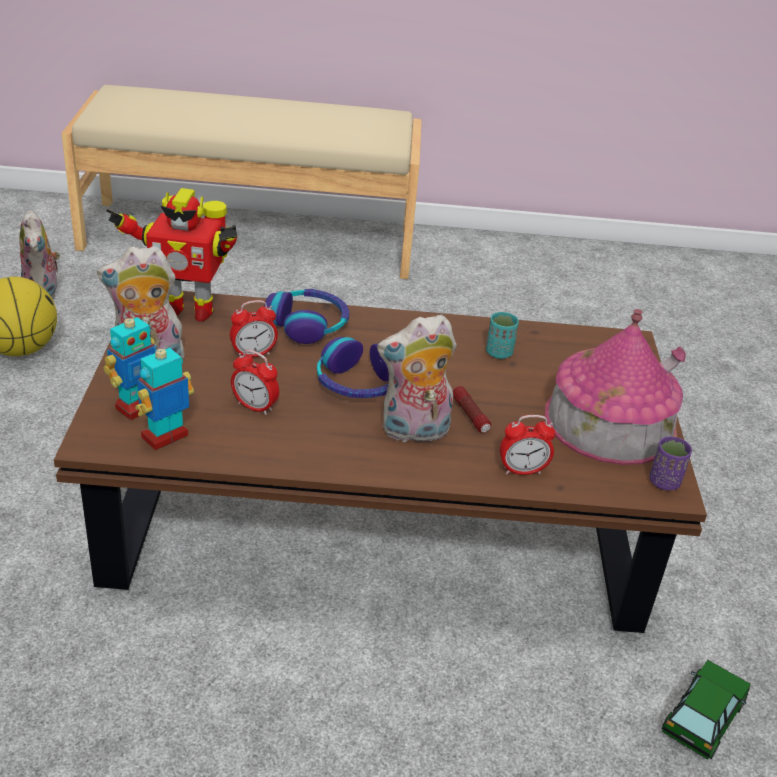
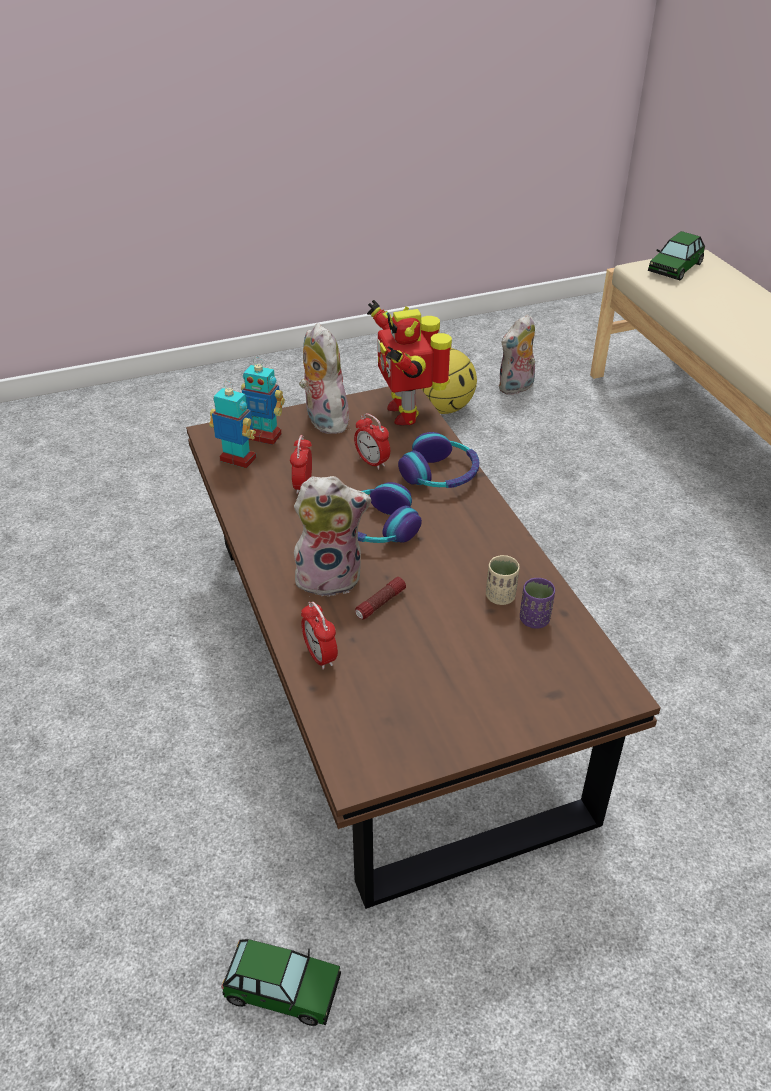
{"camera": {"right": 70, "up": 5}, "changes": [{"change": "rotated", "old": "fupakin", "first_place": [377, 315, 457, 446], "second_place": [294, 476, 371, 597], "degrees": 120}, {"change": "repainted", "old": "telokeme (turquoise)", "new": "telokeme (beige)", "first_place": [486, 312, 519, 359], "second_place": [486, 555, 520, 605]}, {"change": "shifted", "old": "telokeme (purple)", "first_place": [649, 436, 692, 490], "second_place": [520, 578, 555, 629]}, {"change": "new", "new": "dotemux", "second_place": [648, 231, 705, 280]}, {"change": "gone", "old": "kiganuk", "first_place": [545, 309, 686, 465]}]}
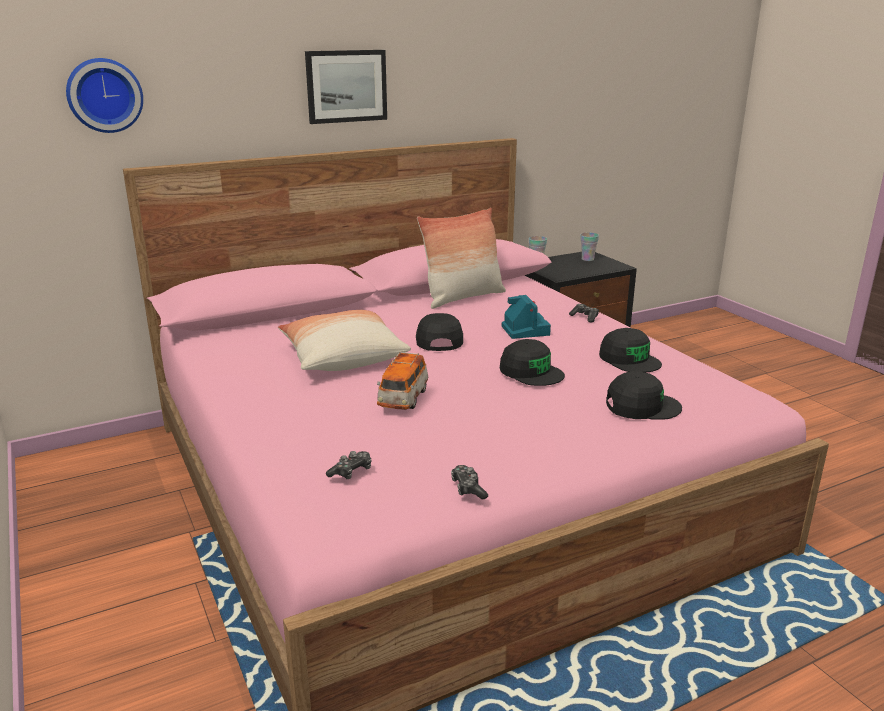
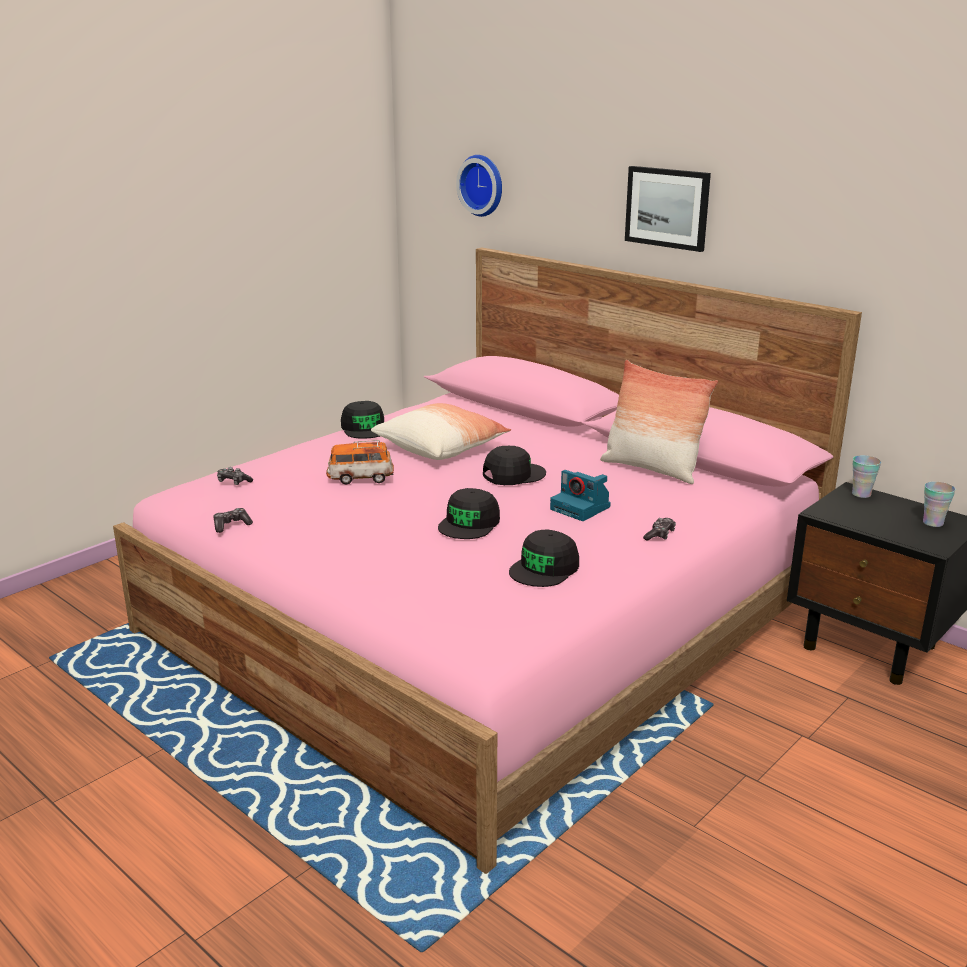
{"camera": {"right": 70, "up": 0}, "changes": [{"change": "shifted", "old": "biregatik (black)", "first_place": [606, 371, 682, 420], "second_place": [341, 401, 384, 439]}, {"change": "rotated", "old": "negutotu", "first_place": [502, 295, 551, 339], "second_place": [550, 470, 611, 521], "degrees": 75}]}
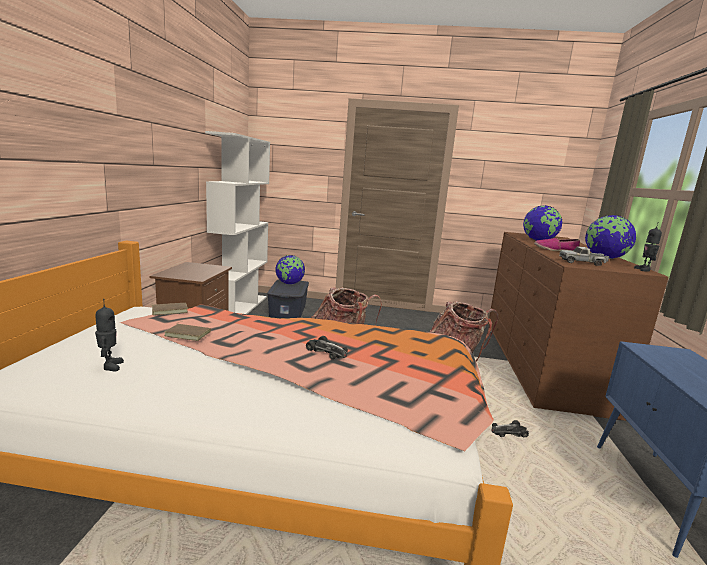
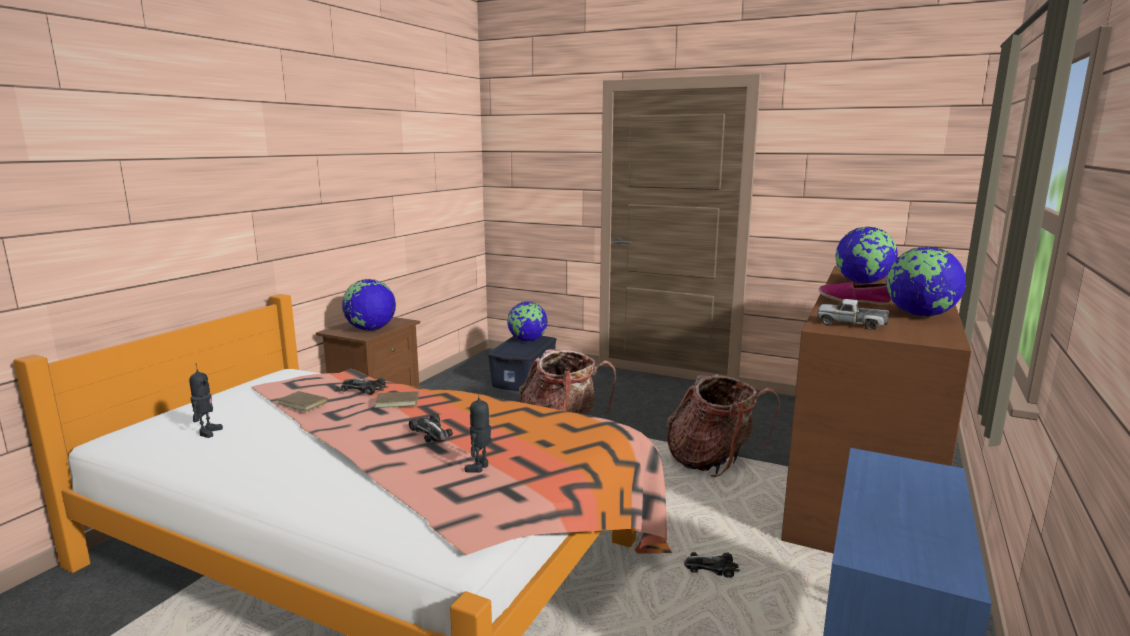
{"camera": {"right": 20, "up": 0}, "changes": [{"change": "new", "new": "dotemux", "second_place": [341, 378, 386, 395]}, {"change": "new", "new": "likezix", "second_place": [342, 279, 396, 331]}, {"change": "shifted", "old": "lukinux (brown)", "first_place": [151, 303, 188, 315], "second_place": [374, 390, 419, 408]}, {"change": "shifted", "old": "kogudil", "first_place": [634, 222, 662, 271], "second_place": [464, 390, 492, 473]}, {"change": "gone", "old": "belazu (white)", "first_place": [205, 131, 270, 314]}]}
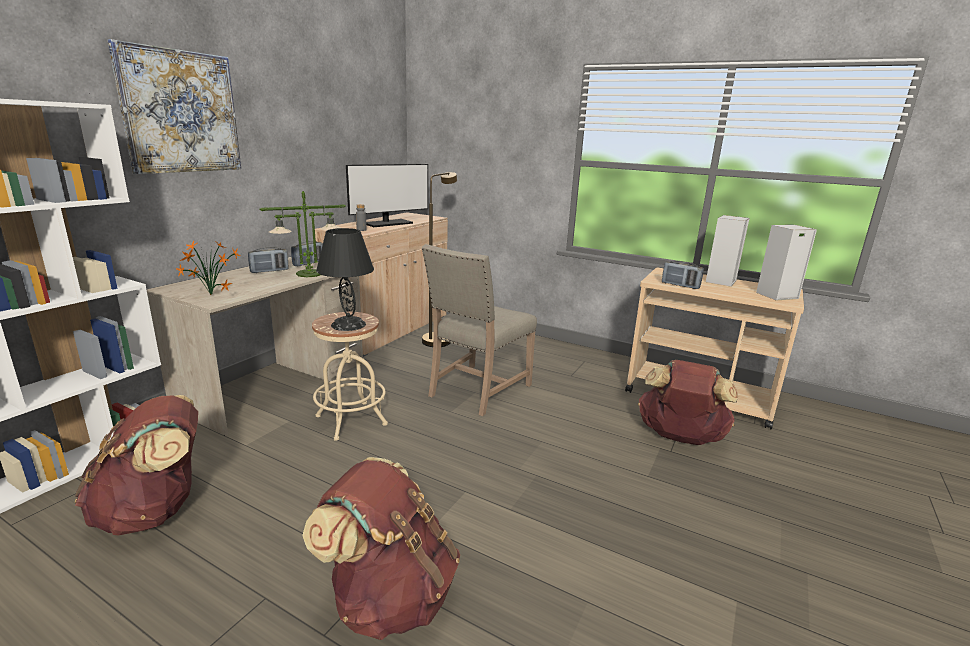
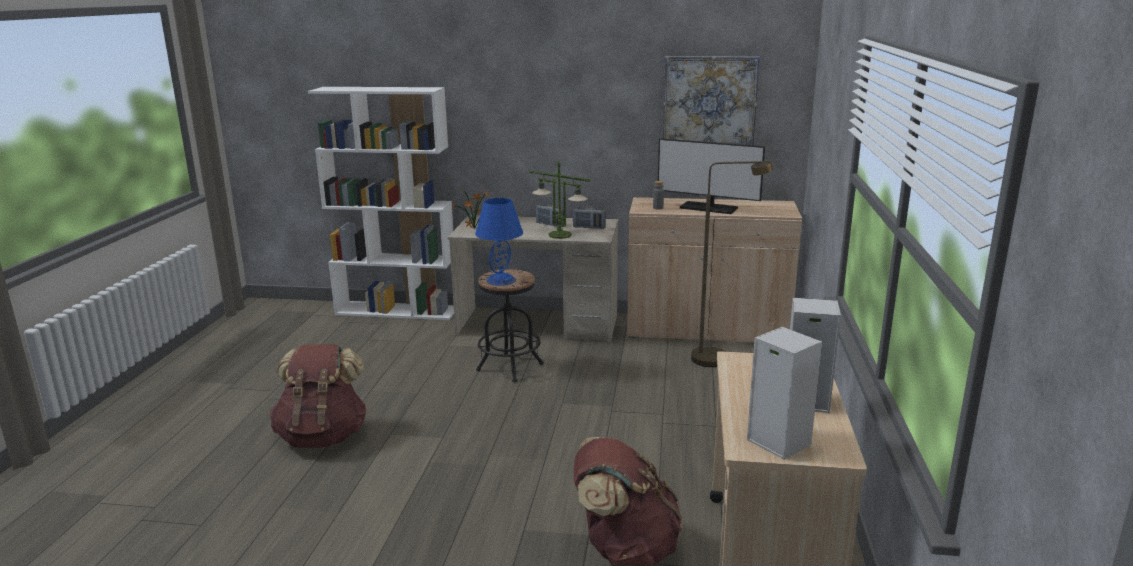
{"camera": {"right": 70, "up": 0}, "changes": [{"change": "repainted", "old": "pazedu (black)", "new": "pazedu (blue)", "first_place": [316, 228, 374, 331], "second_place": [475, 198, 523, 286]}, {"change": "repainted", "old": "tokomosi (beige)", "new": "tokomosi (black)", "first_place": [312, 312, 388, 441], "second_place": [476, 269, 544, 382]}, {"change": "shifted", "old": "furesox", "first_place": [108, 39, 241, 174], "second_place": [663, 56, 760, 145]}, {"change": "gone", "old": "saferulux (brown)", "first_place": [75, 395, 198, 535]}, {"change": "gone", "old": "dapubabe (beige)", "first_place": [422, 244, 537, 416]}, {"change": "gone", "old": "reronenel", "first_place": [662, 261, 704, 289]}]}
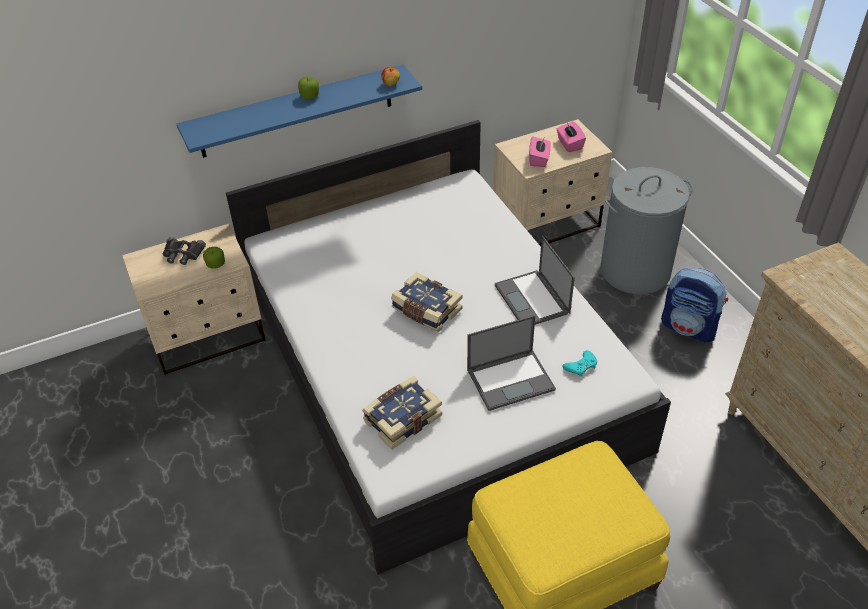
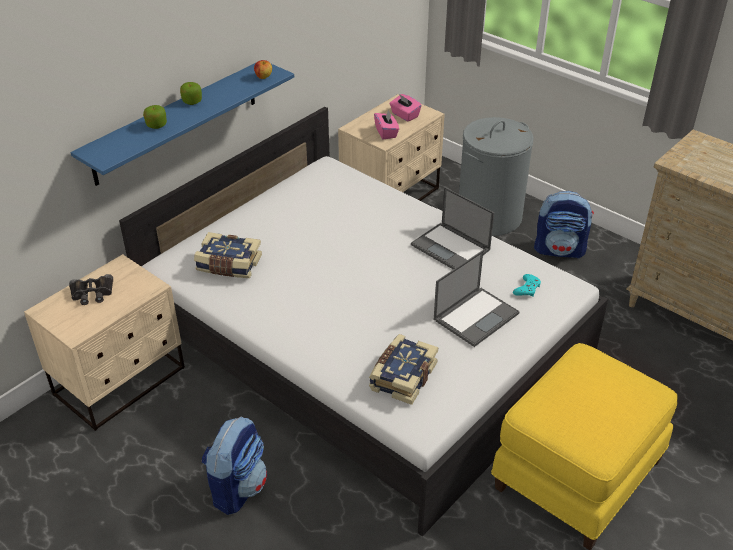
{"camera": {"right": -25, "up": -5}, "changes": [{"change": "shifted", "old": "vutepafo", "first_place": [203, 247, 225, 269], "second_place": [143, 105, 167, 129]}, {"change": "shifted", "old": "lukinux", "first_place": [391, 272, 462, 332], "second_place": [194, 232, 262, 278]}, {"change": "new", "new": "saferulux", "second_place": [202, 416, 267, 515]}]}
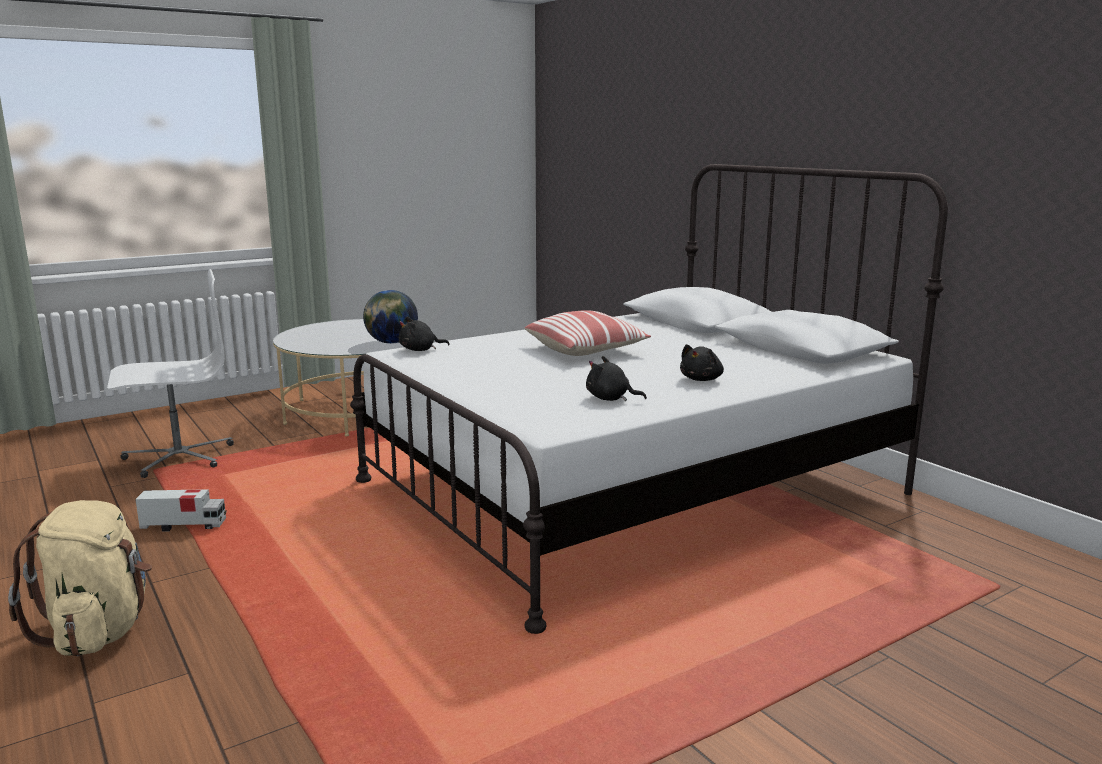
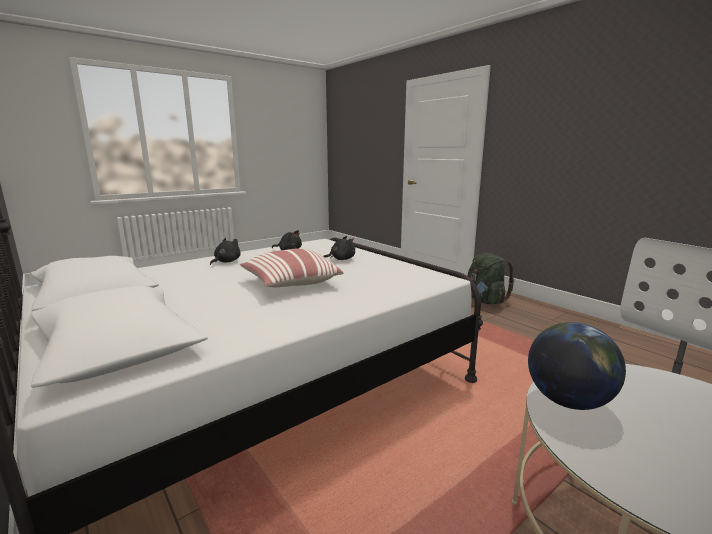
{"camera": {"right": 175, "up": 0}, "changes": [{"change": "shifted", "old": "fupakin (black)", "first_place": [399, 317, 450, 351], "second_place": [323, 236, 355, 260]}, {"change": "repainted", "old": "saferulux (beige)", "new": "saferulux (green)", "first_place": [8, 500, 152, 656], "second_place": [467, 253, 515, 304]}, {"change": "gone", "old": "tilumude", "first_place": [135, 489, 226, 532]}]}
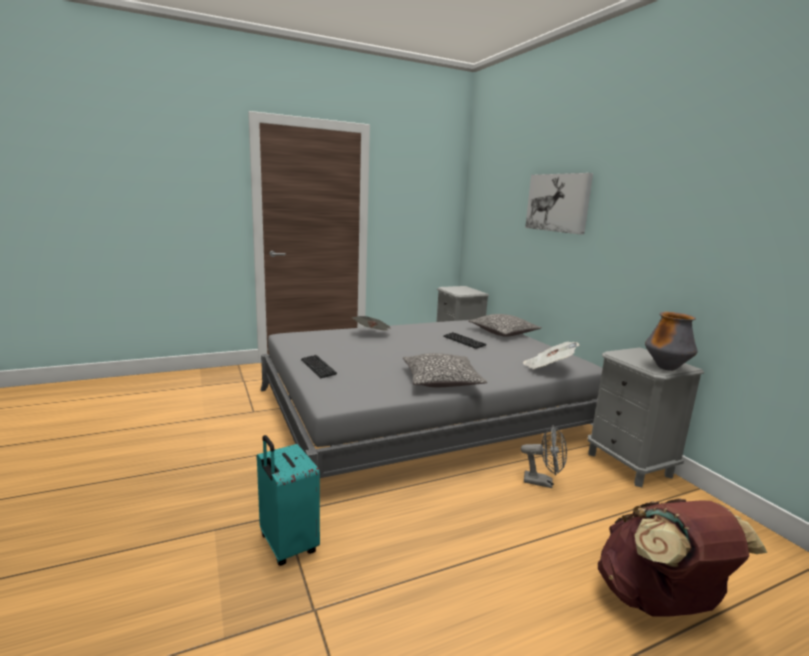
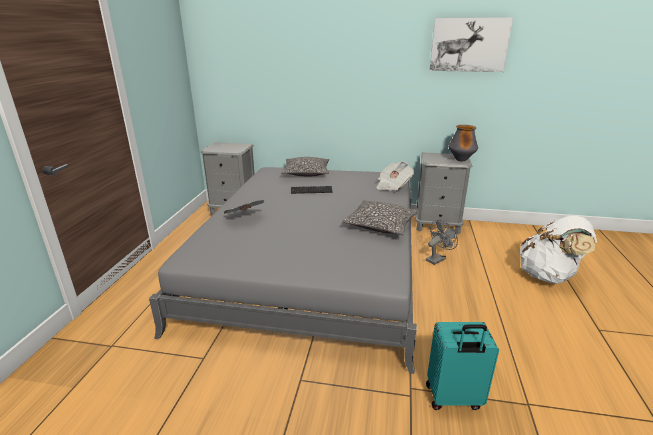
{"camera": {"right": -55, "up": 10}, "changes": [{"change": "shifted", "old": "furesox", "first_place": [525, 173, 593, 235], "second_place": [430, 18, 513, 72]}, {"change": "repainted", "old": "saferulux (brown)", "new": "saferulux (white)", "first_place": [598, 498, 767, 617], "second_place": [520, 216, 597, 284]}, {"change": "gone", "old": "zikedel", "first_place": [301, 355, 337, 378]}]}
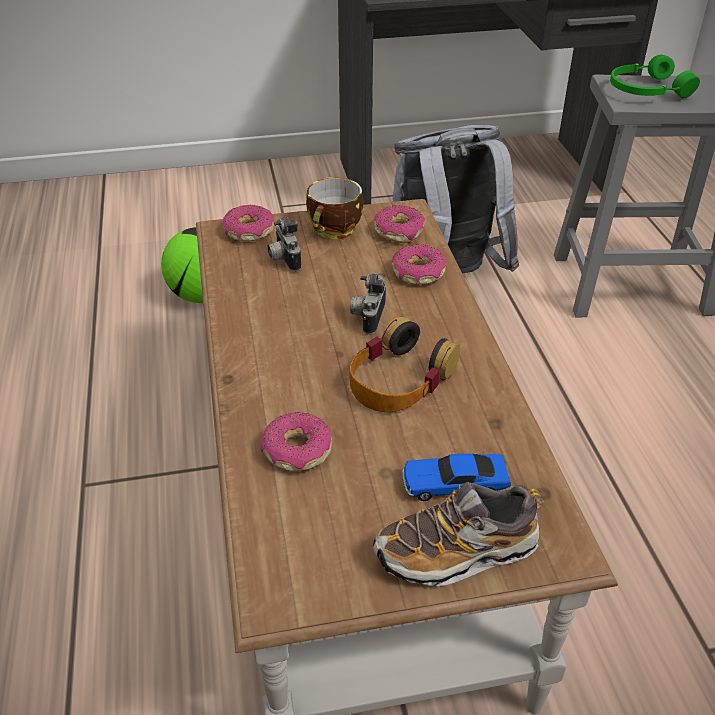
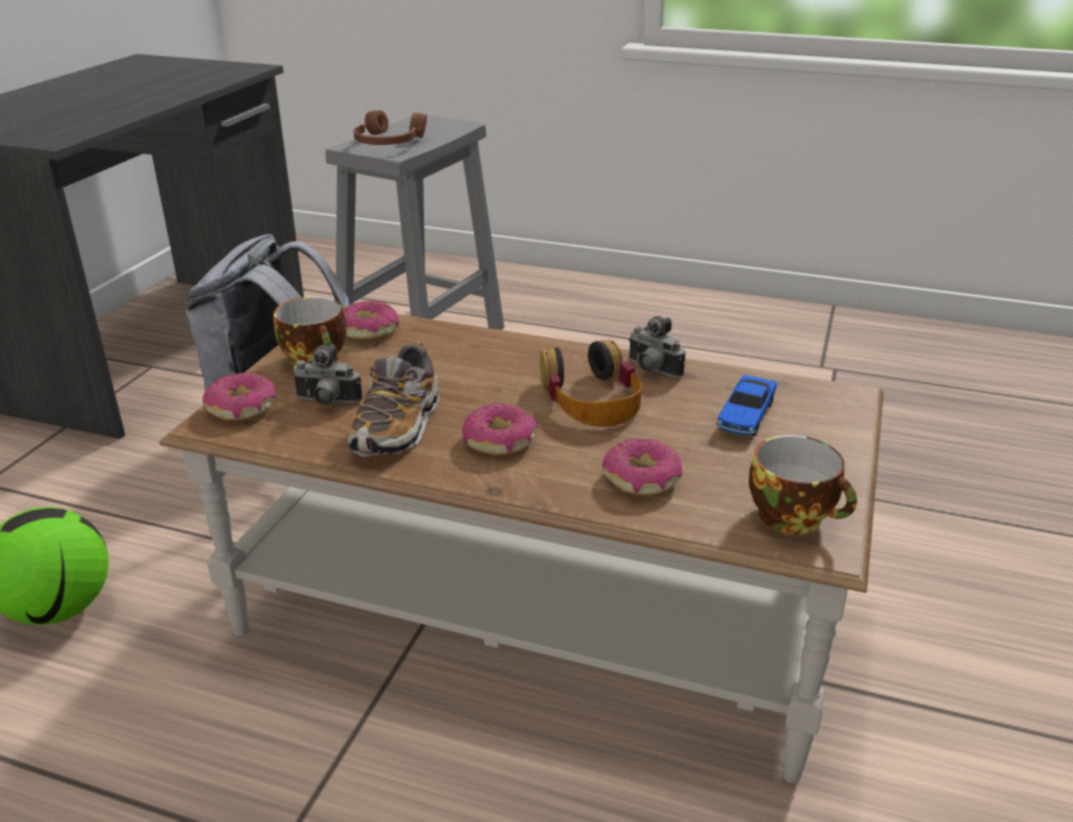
{"camera": {"right": -60, "up": -10}, "changes": [{"change": "shifted", "old": "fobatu", "first_place": [373, 482, 544, 586], "second_place": [348, 341, 439, 457]}, {"change": "repainted", "old": "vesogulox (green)", "new": "vesogulox (brown)", "first_place": [610, 55, 700, 98], "second_place": [354, 110, 427, 145]}, {"change": "shifted", "old": "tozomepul", "first_place": [392, 244, 446, 285], "second_place": [462, 403, 538, 455]}, {"change": "shifted", "old": "negutotu", "first_place": [350, 274, 386, 335], "second_place": [628, 316, 685, 378]}, {"change": "new", "new": "telokeme", "second_place": [749, 435, 857, 534]}]}
